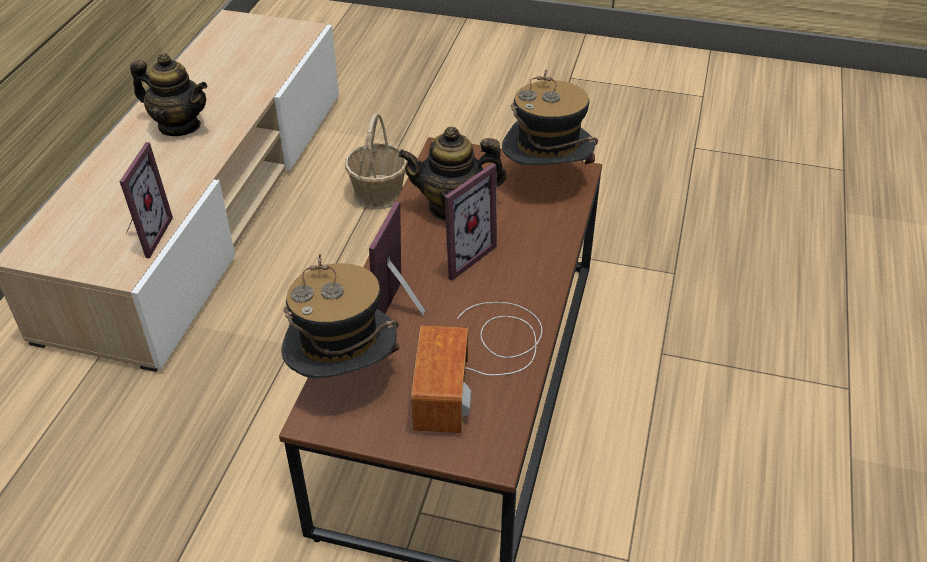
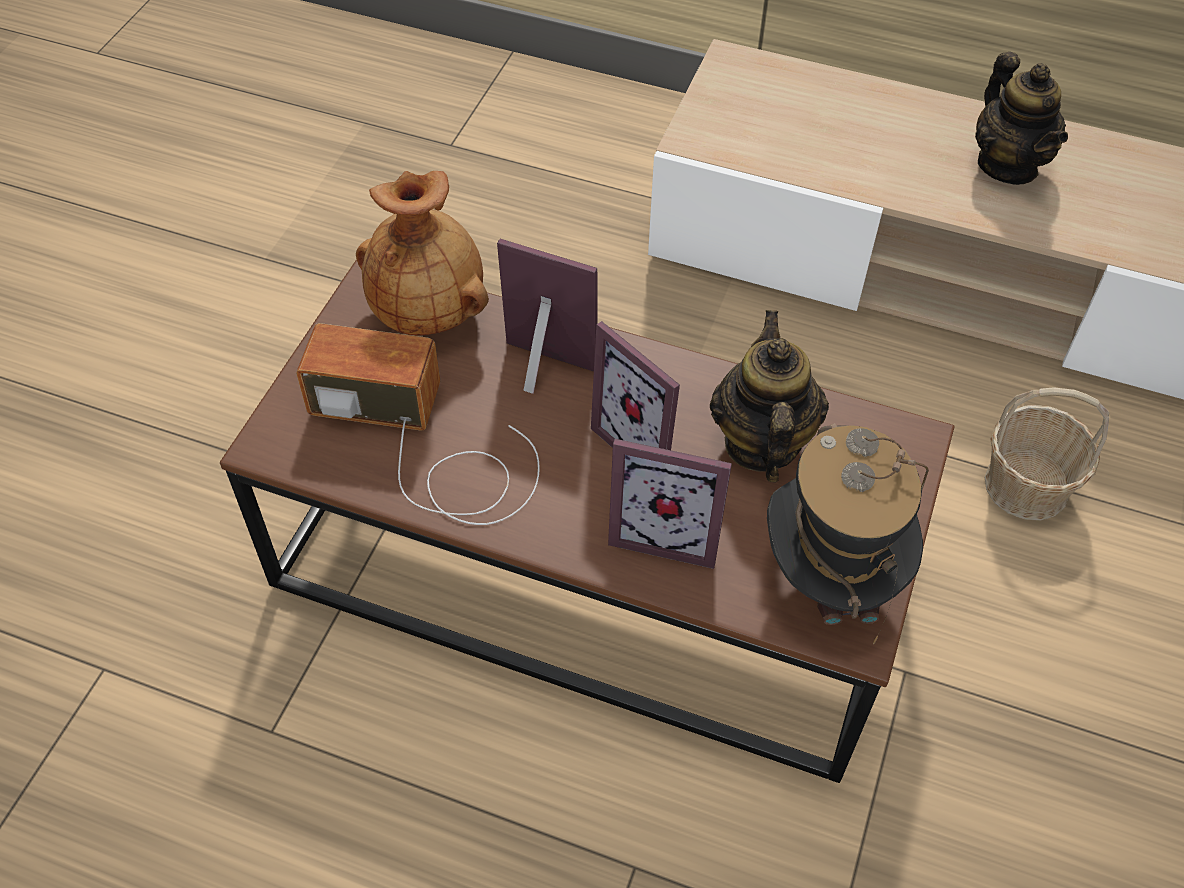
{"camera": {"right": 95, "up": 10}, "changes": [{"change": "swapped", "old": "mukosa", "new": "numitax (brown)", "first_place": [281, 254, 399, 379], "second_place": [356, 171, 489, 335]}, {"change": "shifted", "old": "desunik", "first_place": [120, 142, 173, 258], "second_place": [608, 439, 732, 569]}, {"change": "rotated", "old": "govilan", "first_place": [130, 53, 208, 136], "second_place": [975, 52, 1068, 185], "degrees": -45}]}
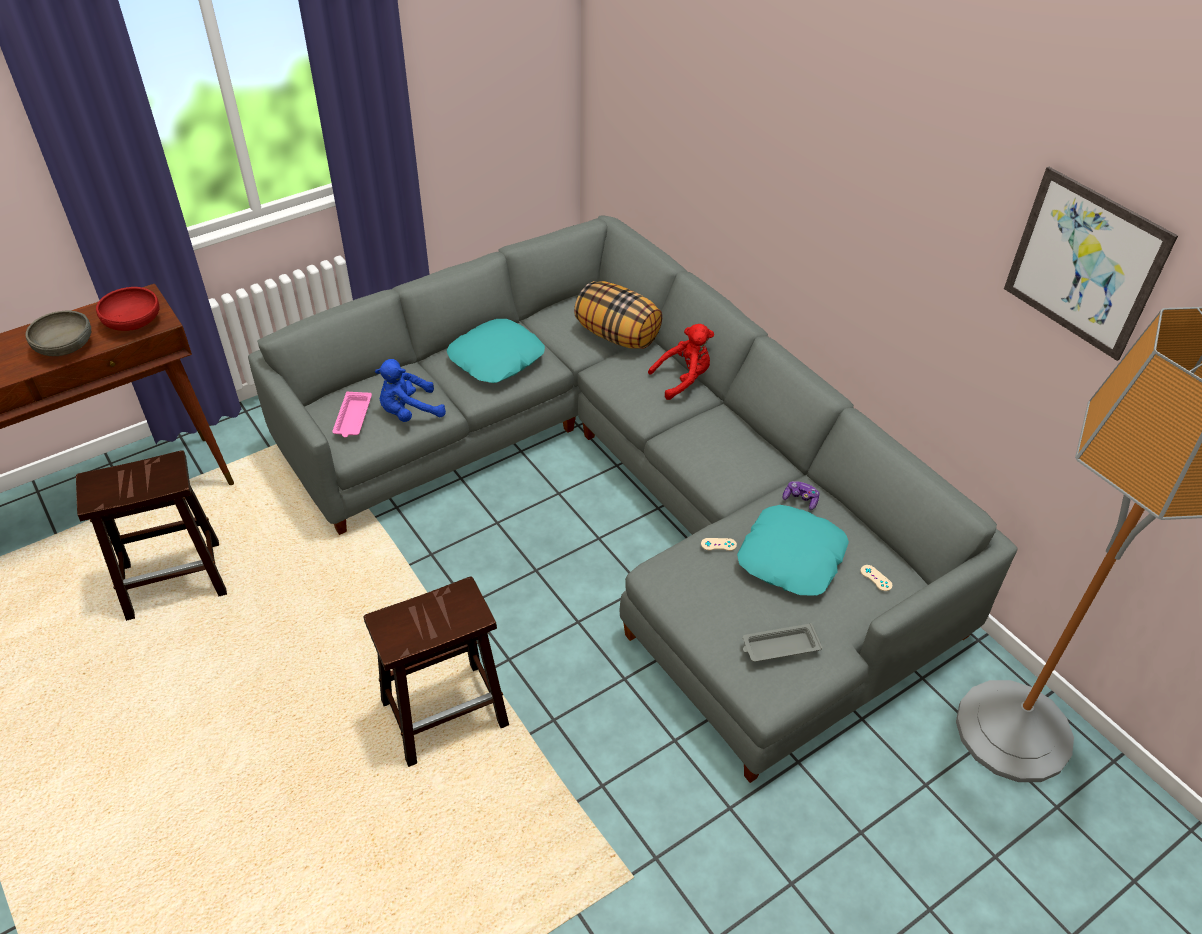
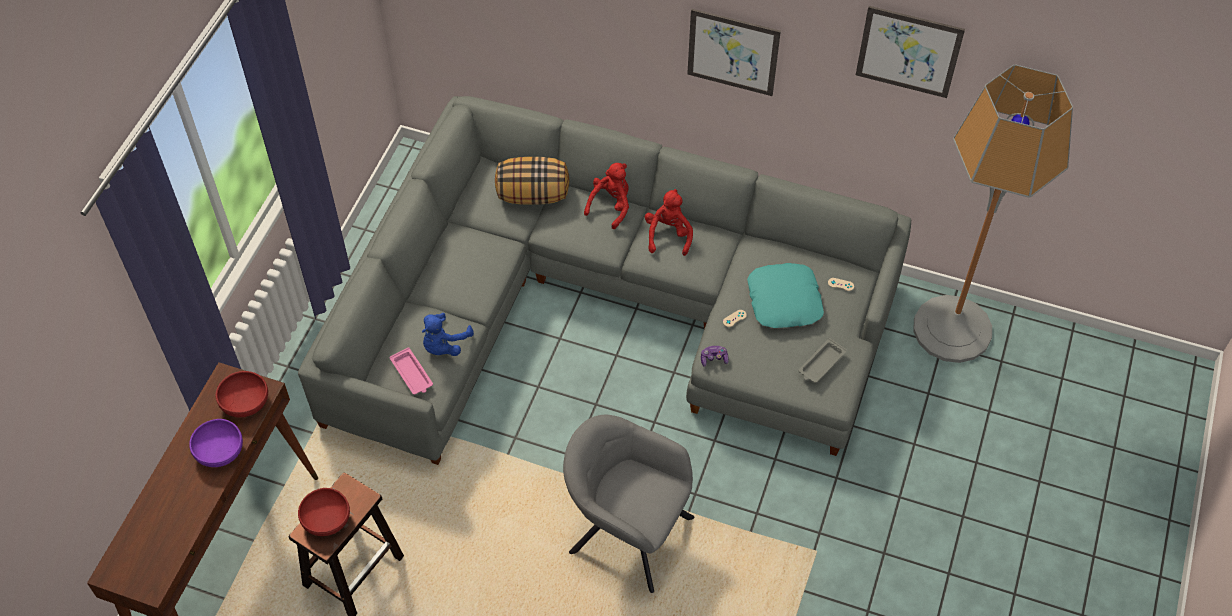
{"camera": {"right": -35, "up": 10}, "changes": [{"change": "repainted", "old": "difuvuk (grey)", "new": "difuvuk (purple)", "first_place": [25, 311, 91, 356], "second_place": [189, 419, 243, 467]}, {"change": "new", "new": "difuvuk (red)", "second_place": [298, 488, 350, 536]}, {"change": "swapped", "old": "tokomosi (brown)", "new": "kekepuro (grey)", "first_place": [363, 577, 509, 767], "second_place": [563, 414, 695, 593]}, {"change": "new", "new": "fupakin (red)", "second_place": [645, 189, 693, 256]}, {"change": "new", "new": "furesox", "second_place": [687, 9, 781, 96]}, {"change": "shifted", "old": "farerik", "first_place": [783, 481, 819, 510], "second_place": [701, 346, 729, 367]}, {"change": "gone", "old": "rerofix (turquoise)", "first_place": [447, 319, 545, 383]}]}
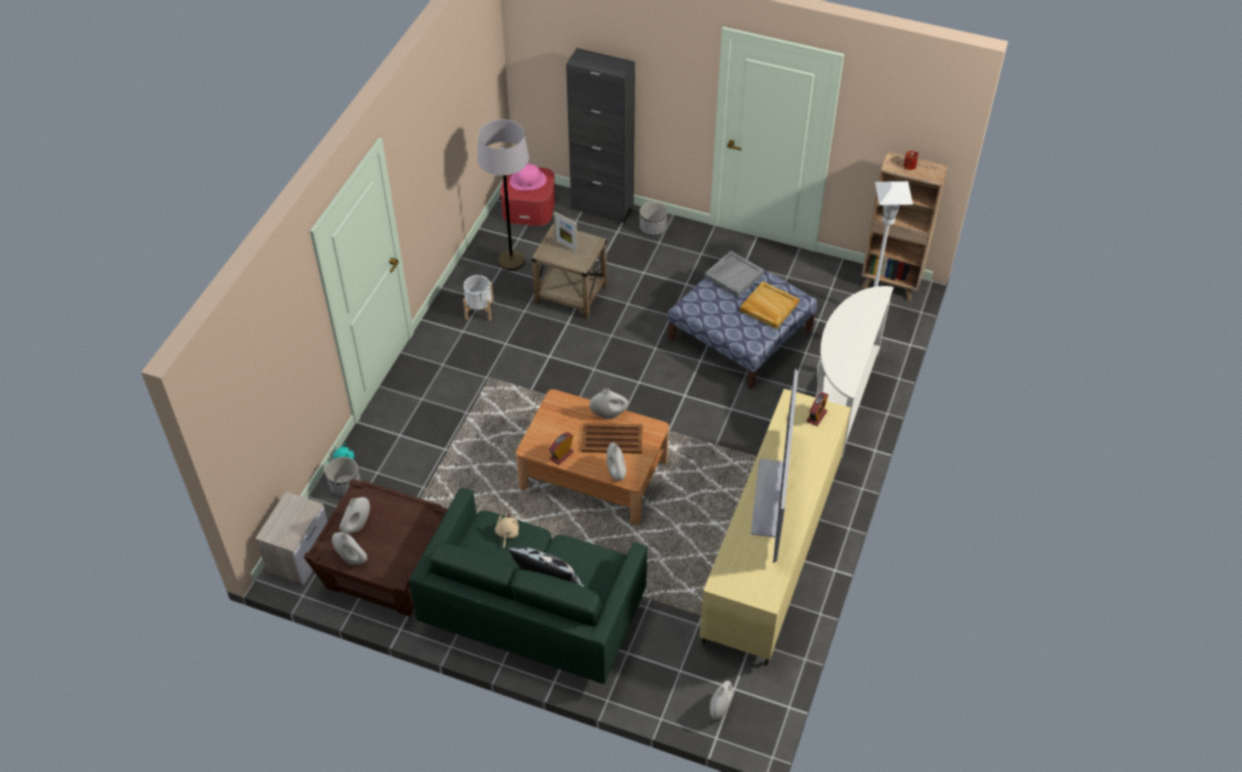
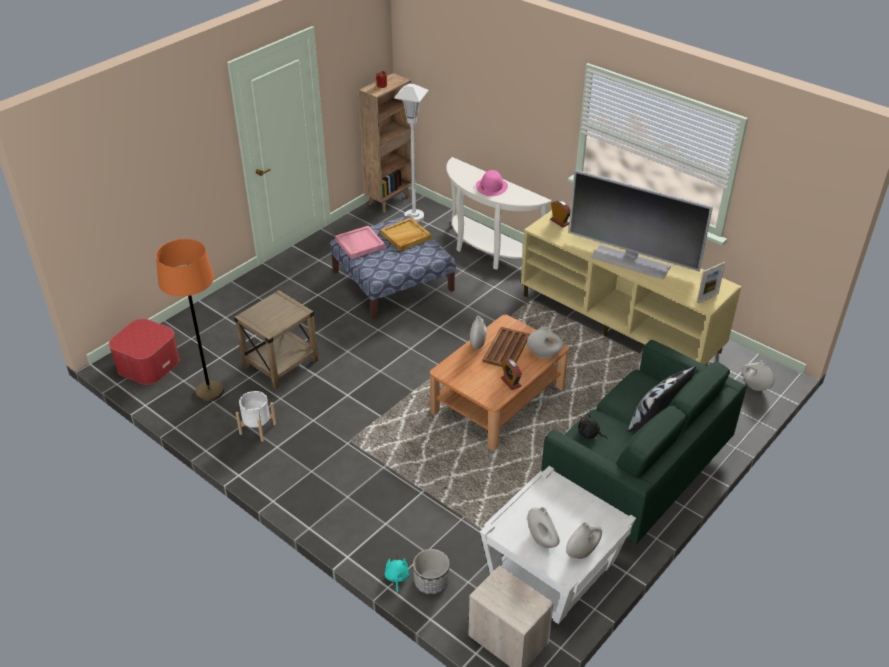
{"camera": {"right": -70, "up": -10}, "changes": [{"change": "repainted", "old": "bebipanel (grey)", "new": "bebipanel (orange)", "first_place": [478, 119, 529, 271], "second_place": [156, 239, 224, 402]}, {"change": "repainted", "old": "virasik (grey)", "new": "virasik (pink)", "first_place": [704, 251, 764, 297], "second_place": [335, 226, 385, 259]}, {"change": "shifted", "old": "mukosa (pink)", "first_place": [510, 164, 547, 191], "second_place": [476, 170, 508, 196]}, {"change": "repainted", "old": "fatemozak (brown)", "new": "fatemozak (white)", "first_place": [304, 479, 448, 617], "second_place": [480, 466, 636, 624]}, {"change": "repainted", "old": "fupakin (beige)", "new": "fupakin (black)", "first_place": [495, 513, 519, 549], "second_place": [578, 413, 608, 440]}, {"change": "shifted", "old": "desunik", "first_place": [554, 212, 578, 252], "second_place": [697, 262, 725, 303]}, {"change": "gone", "old": "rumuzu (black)", "first_place": [566, 48, 635, 224]}, {"change": "gone", "old": "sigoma", "first_place": [639, 201, 668, 236]}]}
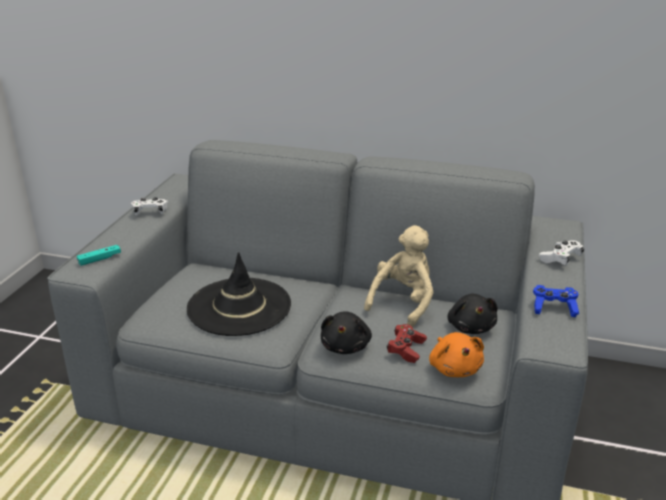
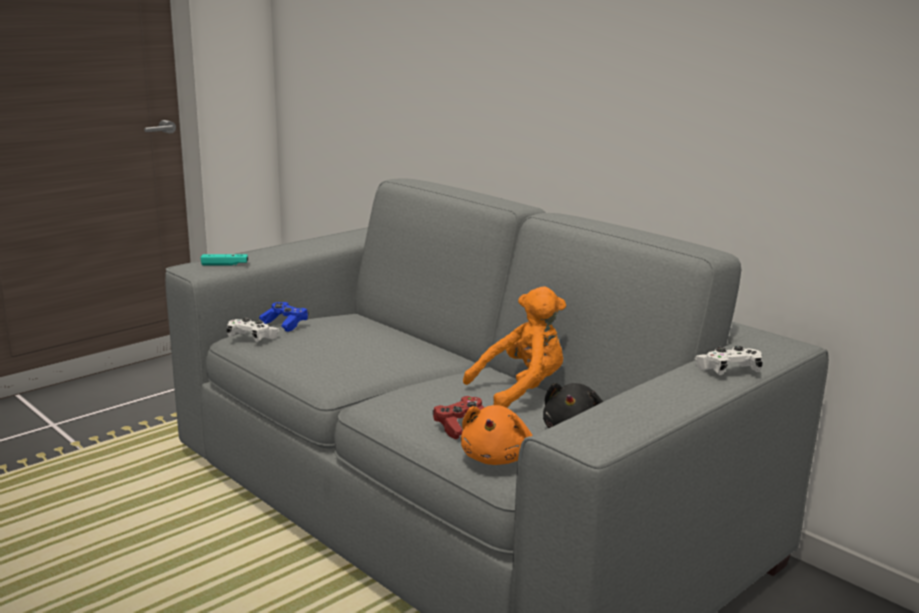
{"camera": {"right": 30, "up": -10}, "changes": [{"change": "shifted", "old": "farerik (white)", "first_place": [131, 197, 168, 215], "second_place": [227, 318, 279, 342]}, {"change": "shifted", "old": "farerik (blue)", "first_place": [533, 285, 579, 317], "second_place": [259, 302, 309, 332]}, {"change": "repainted", "old": "fupakin (beige)", "new": "fupakin (orange)", "first_place": [364, 225, 433, 327], "second_place": [463, 286, 566, 408]}, {"change": "gone", "old": "mukosa (black)", "first_place": [187, 252, 291, 336]}, {"change": "gone", "old": "fupakin (black)", "first_place": [321, 311, 372, 354]}]}
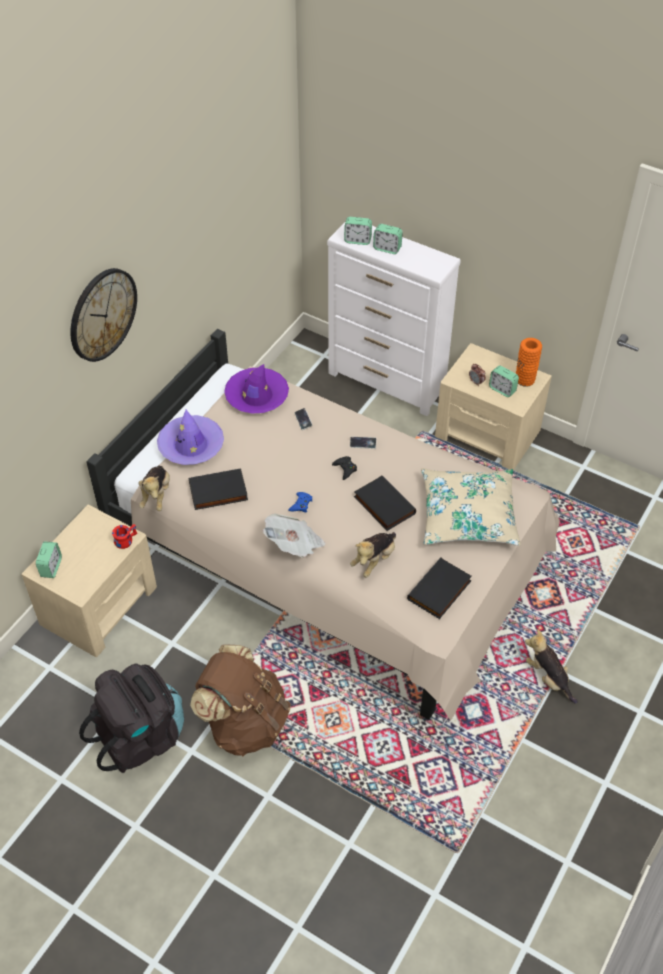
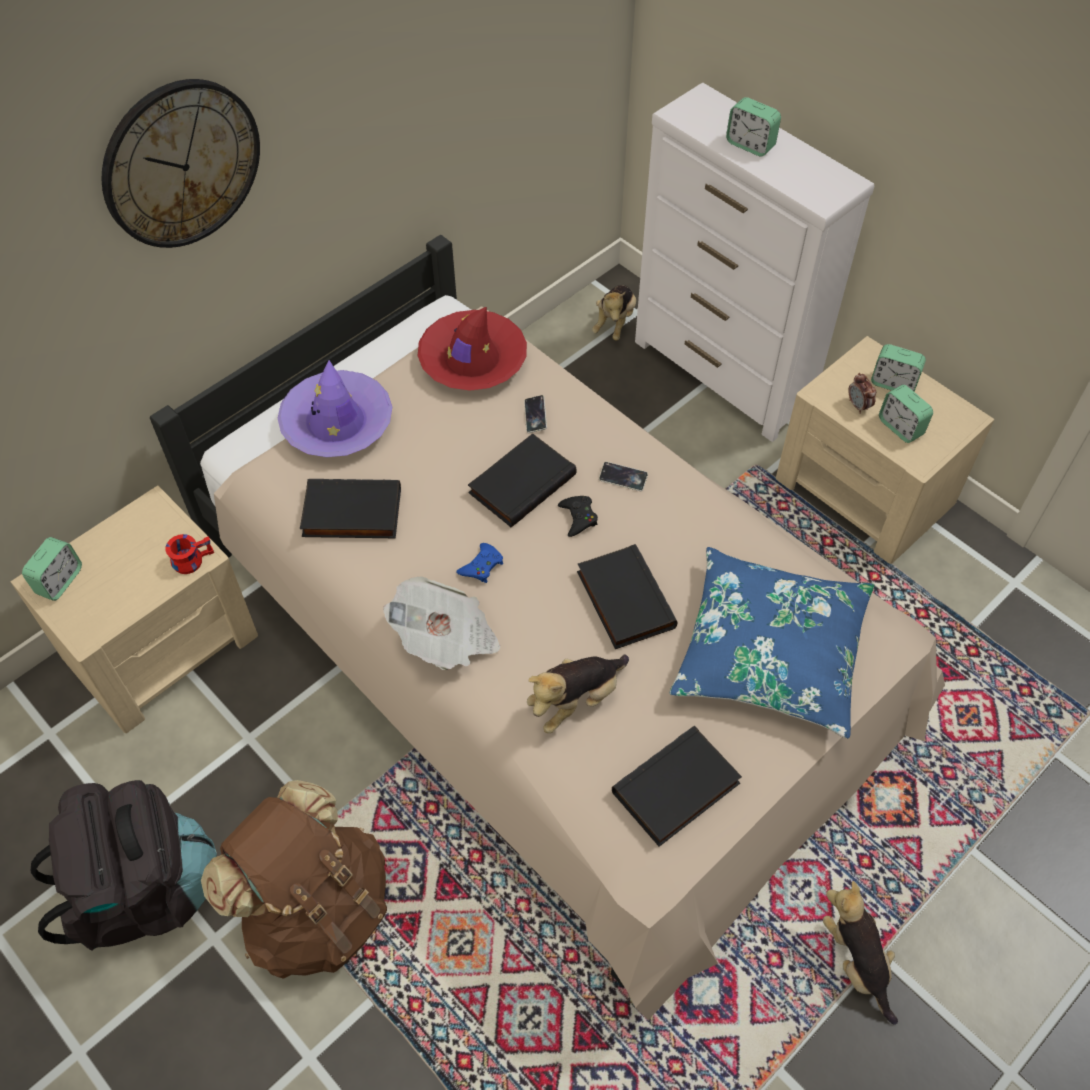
{"camera": {"right": 15, "up": 5}, "changes": [{"change": "repainted", "old": "mukosa (purple)", "new": "mukosa (red)", "first_place": [224, 364, 289, 414], "second_place": [417, 306, 527, 391]}, {"change": "new", "new": "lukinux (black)", "second_place": [468, 434, 577, 527]}, {"change": "shifted", "old": "fupakin", "first_place": [138, 465, 170, 511], "second_place": [592, 285, 636, 340]}, {"change": "repainted", "old": "rerofix (beige)", "new": "rerofix (blue)", "first_place": [421, 468, 521, 546], "second_place": [669, 547, 874, 739]}, {"change": "shifted", "old": "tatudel", "first_place": [344, 217, 372, 245], "second_place": [871, 344, 926, 391]}, {"change": "gone", "old": "numitax (orange)", "first_place": [516, 338, 542, 387]}]}
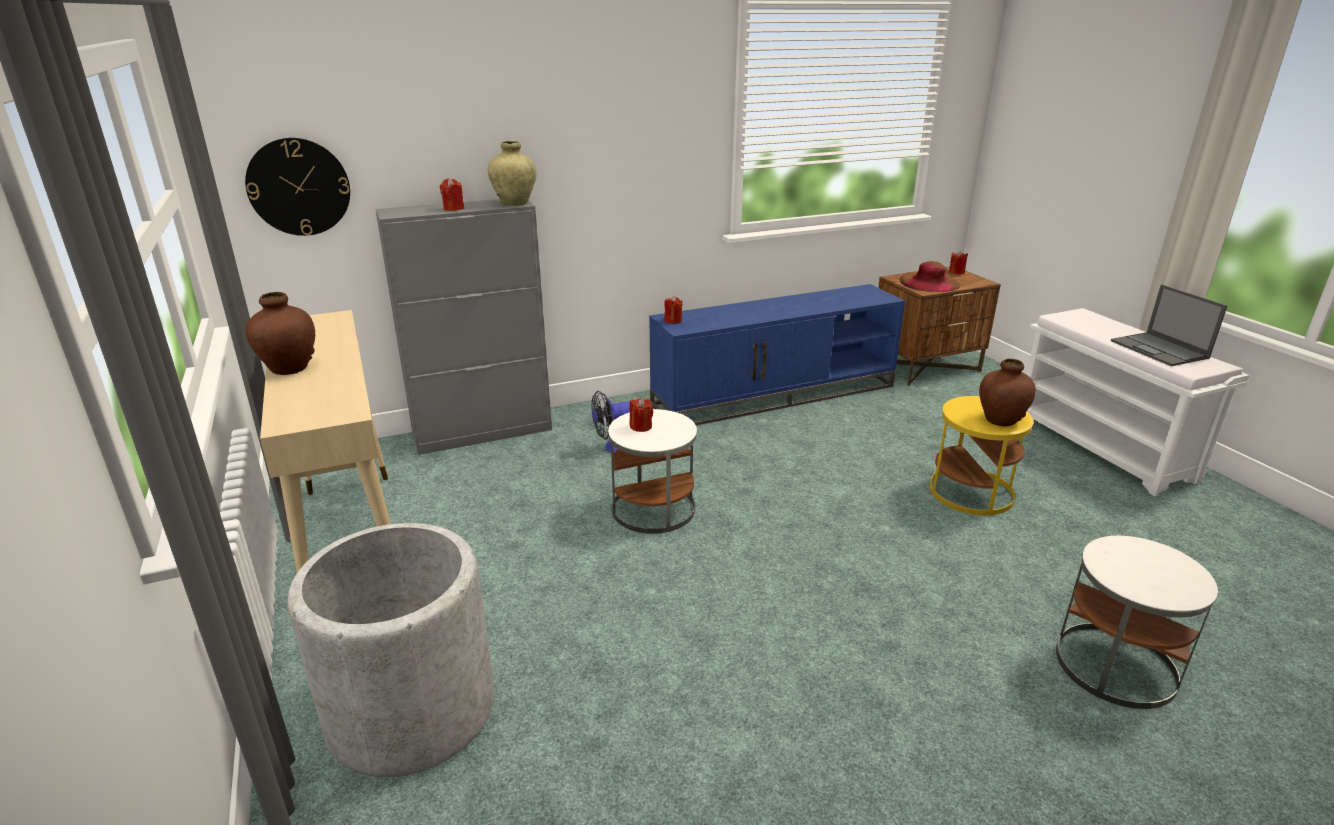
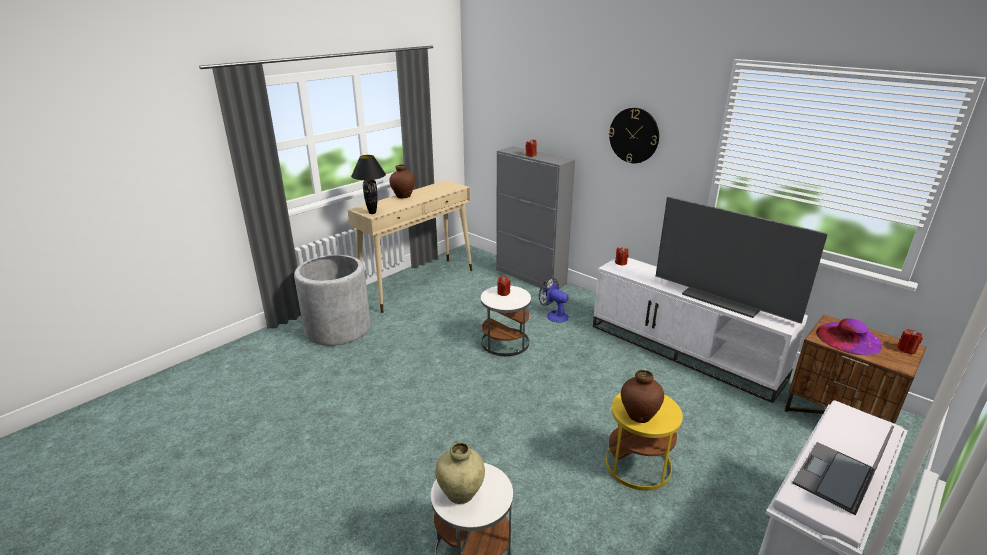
{"camera": {"right": 65, "up": 0}, "changes": [{"change": "new", "new": "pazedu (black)", "second_place": [351, 155, 386, 214]}, {"change": "shifted", "old": "numitax (beige)", "first_place": [488, 141, 537, 206], "second_place": [435, 442, 485, 504]}, {"change": "repainted", "old": "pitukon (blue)", "new": "pitukon (white)", "first_place": [649, 284, 905, 425], "second_place": [593, 258, 808, 403]}, {"change": "shifted", "old": "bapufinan", "first_place": [245, 138, 350, 236], "second_place": [609, 108, 659, 163]}, {"change": "new", "new": "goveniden", "second_place": [656, 197, 828, 324]}, {"change": "repainted", "old": "mukosa (brown)", "new": "mukosa (purple)", "first_place": [899, 261, 961, 292], "second_place": [816, 318, 882, 355]}]}
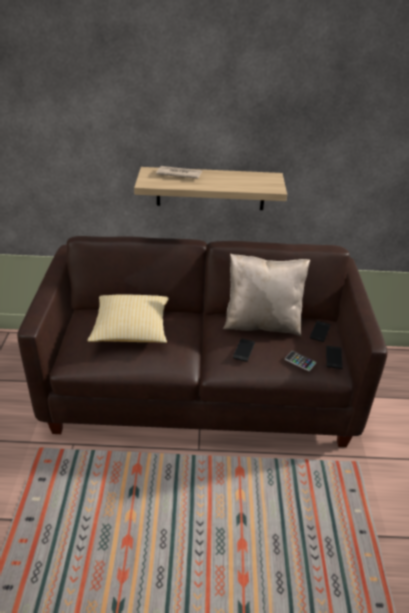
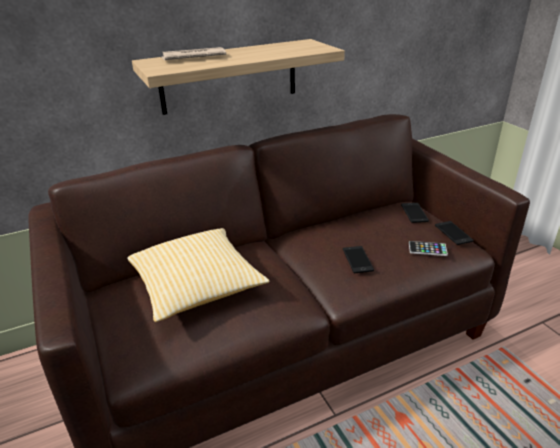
{"camera": {"right": -25, "up": -5}, "changes": [{"change": "gone", "old": "rerofix (beige)", "first_place": [223, 254, 310, 336]}]}
